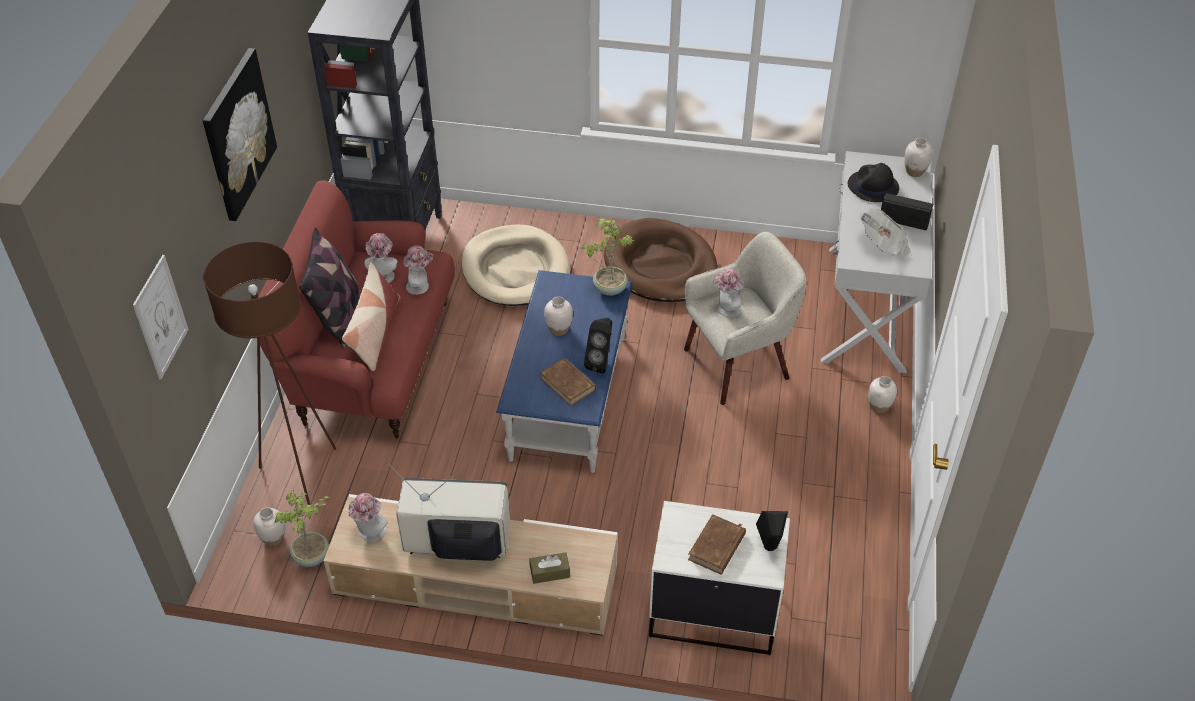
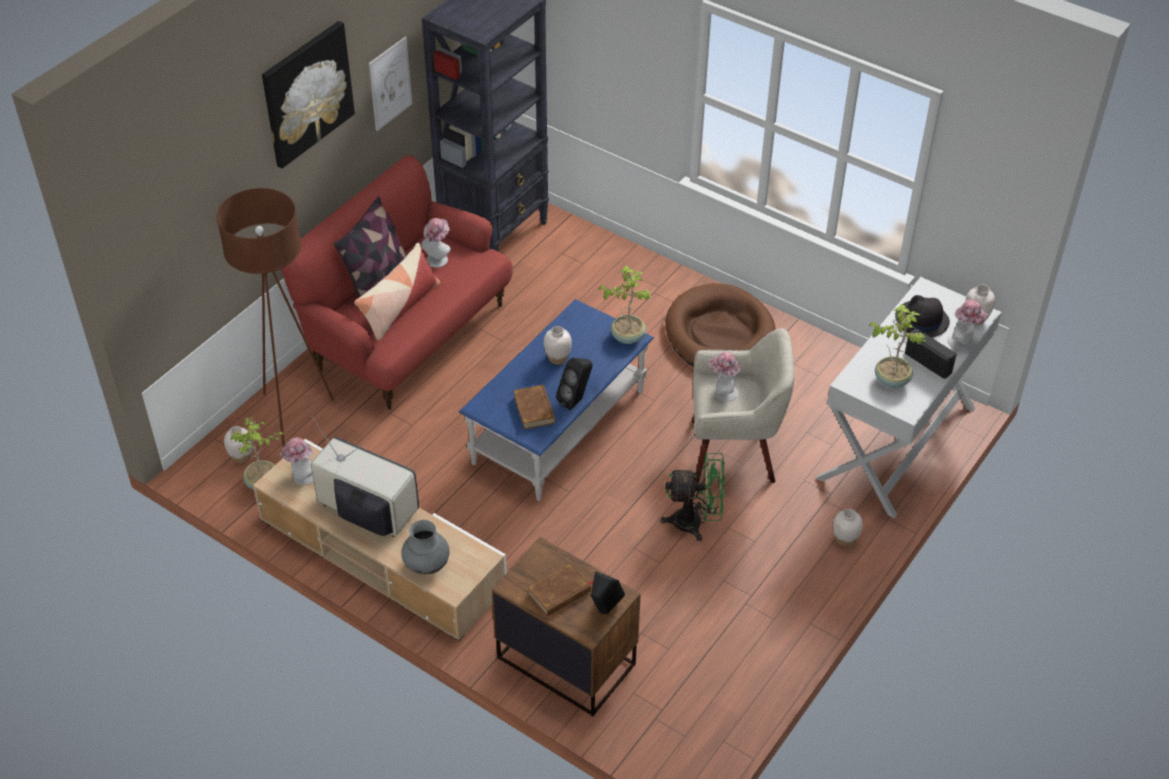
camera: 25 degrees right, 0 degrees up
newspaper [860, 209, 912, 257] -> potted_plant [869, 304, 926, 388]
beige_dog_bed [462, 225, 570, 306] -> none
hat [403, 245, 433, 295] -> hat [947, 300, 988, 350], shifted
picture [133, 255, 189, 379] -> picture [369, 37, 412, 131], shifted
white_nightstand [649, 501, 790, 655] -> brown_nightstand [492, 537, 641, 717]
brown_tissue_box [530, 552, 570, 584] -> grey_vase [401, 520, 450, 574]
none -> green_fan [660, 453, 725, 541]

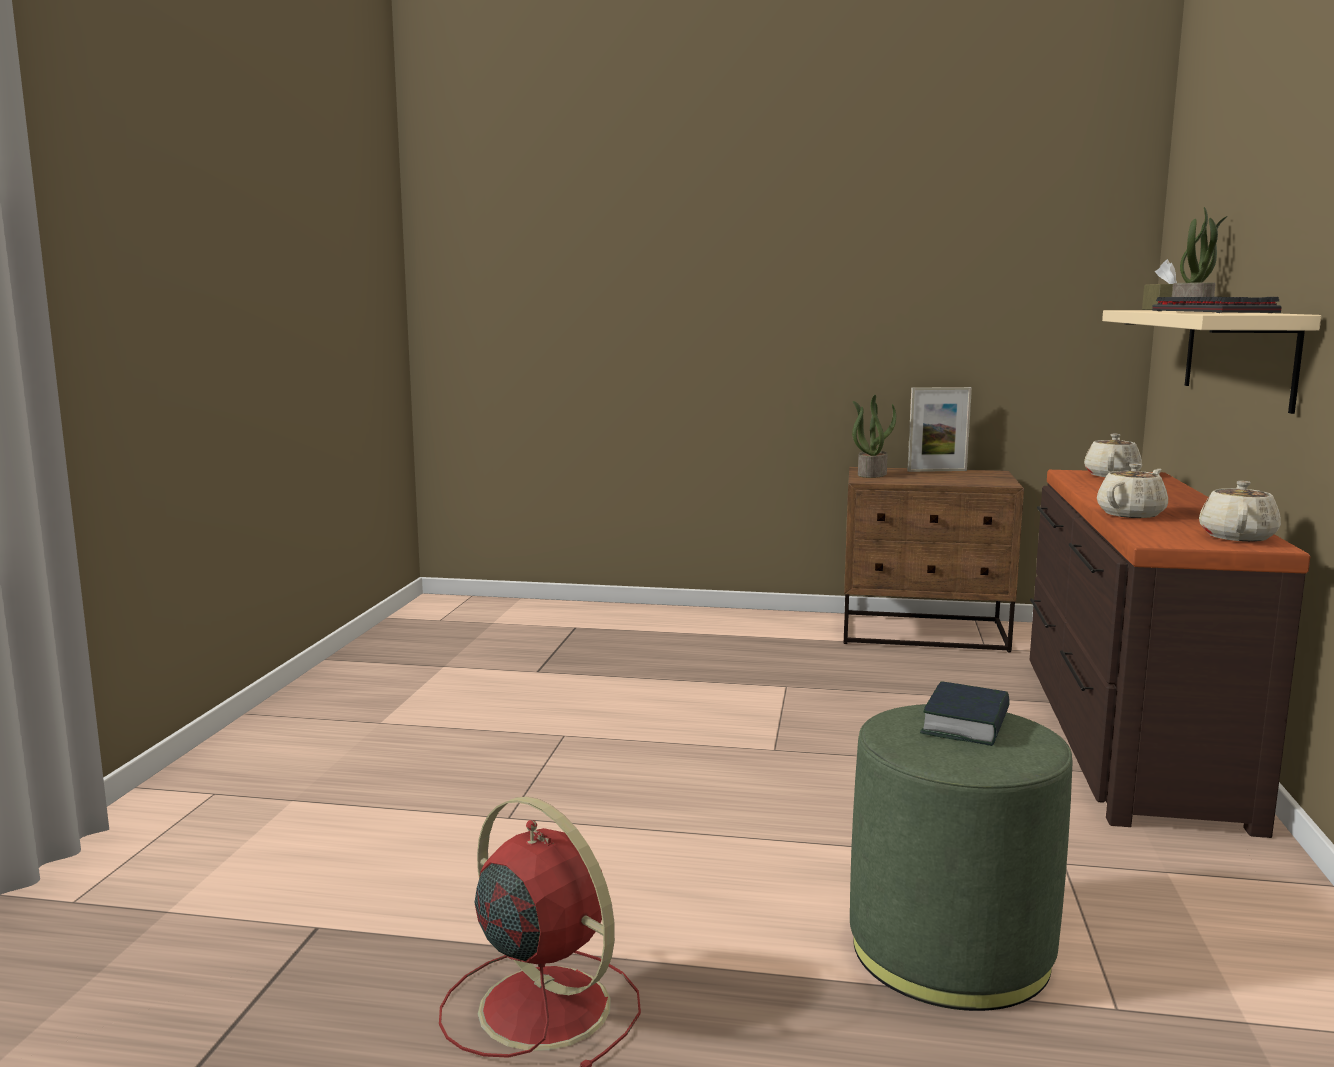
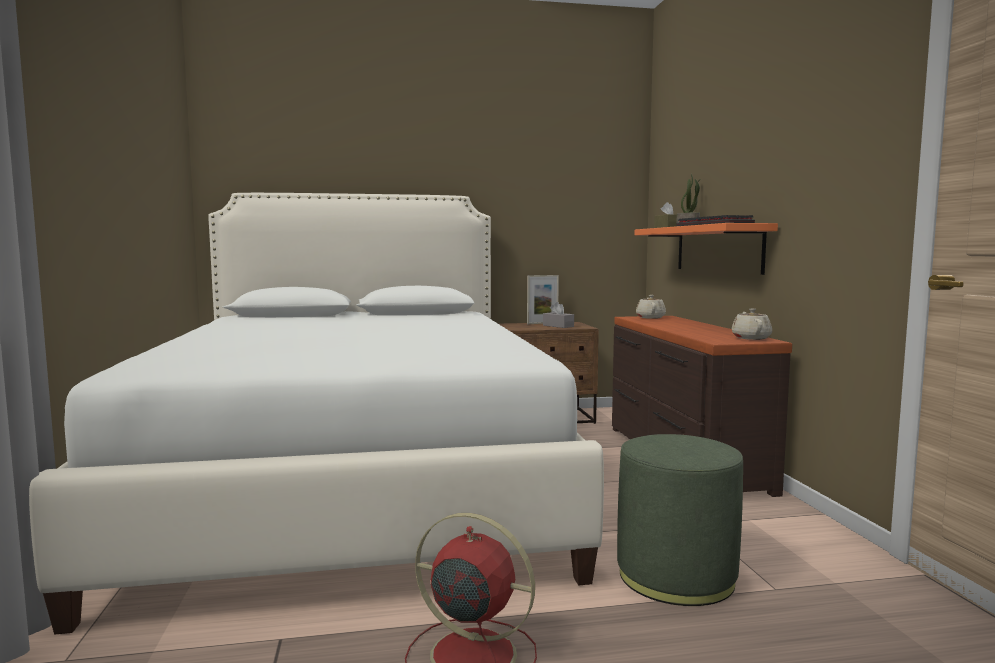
camera: 20 degrees left, 5 degrees down
beige_shelf [1102, 310, 1321, 414] -> orange_shelf [634, 223, 778, 275]
potted_plant [852, 395, 896, 478] -> none
beige_teapot [1097, 463, 1168, 518] -> none
book [920, 681, 1010, 746] -> none
none -> white_bed [29, 193, 604, 635]
none -> grey_tissue_box [543, 302, 574, 328]

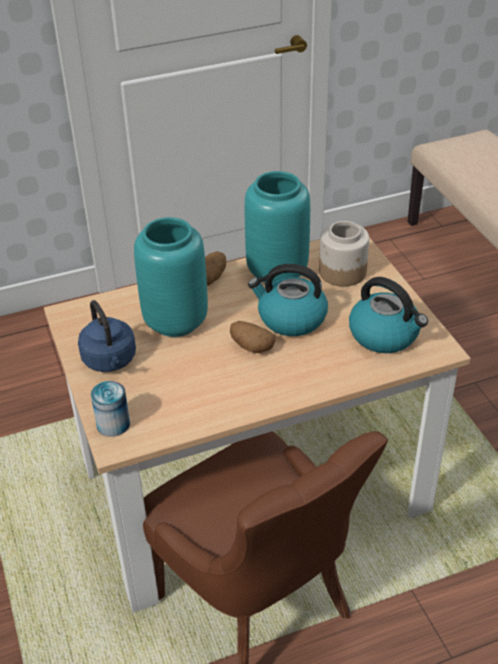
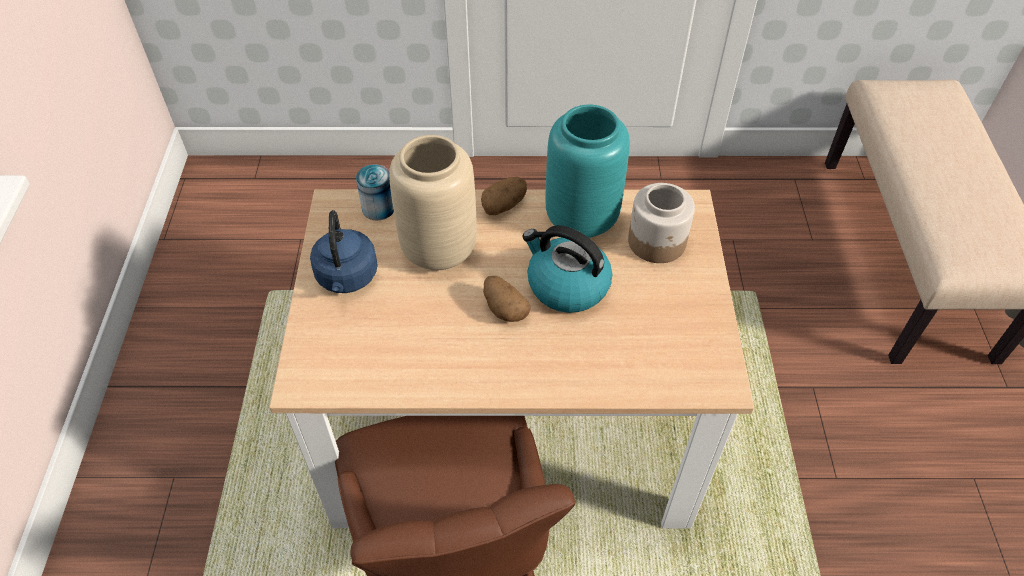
camera: 20 degrees right, 10 degrees up
turquoise_vase [134, 217, 208, 337] -> beige_vase [389, 135, 477, 270]
kettle [349, 277, 428, 353] -> none
can [91, 381, 130, 437] -> can [356, 164, 394, 220], shifted

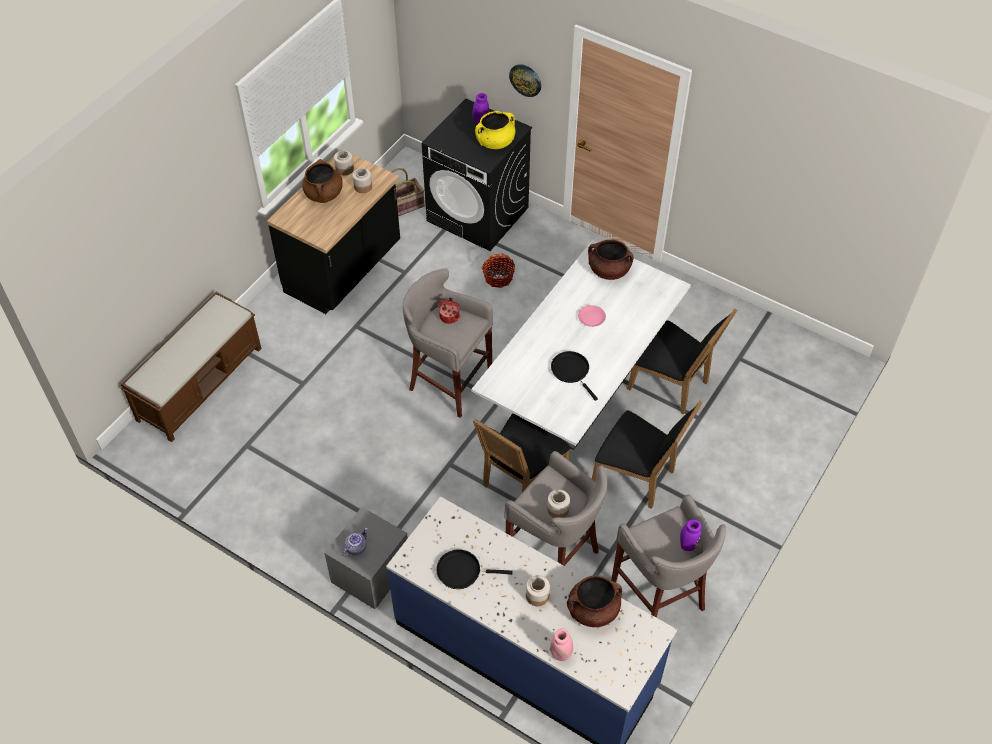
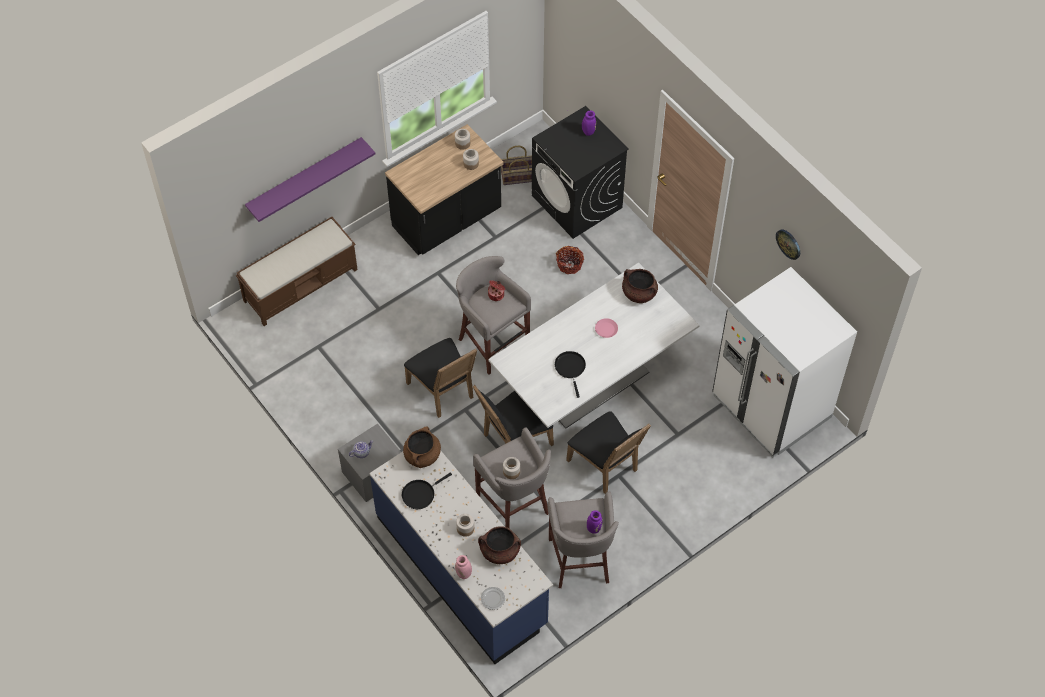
camera: 20 degrees right, 5 degrees up
wall_clock [509, 64, 541, 97] -> wall_clock [776, 229, 800, 260], shifted
yellow_cooking_pot [475, 111, 515, 149] -> none
brown_cooking_pot [302, 159, 343, 203] -> brown_cooking_pot [403, 426, 441, 468], shifted
black_chair [627, 309, 737, 414] -> black_chair [404, 338, 477, 418], shifted
black_frying_pan [436, 549, 513, 589] -> black_frying_pan [402, 472, 452, 509], 60 degrees counterclockwise
none -> purple_shelf [245, 137, 375, 222]
none -> white_fridge [712, 267, 857, 457]
none -> plate [481, 587, 505, 610]

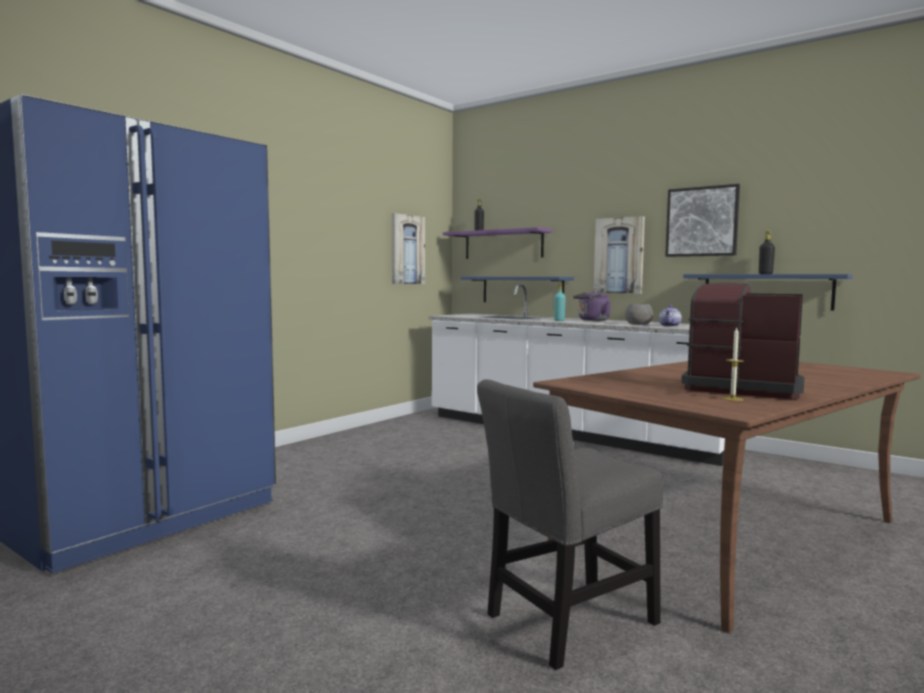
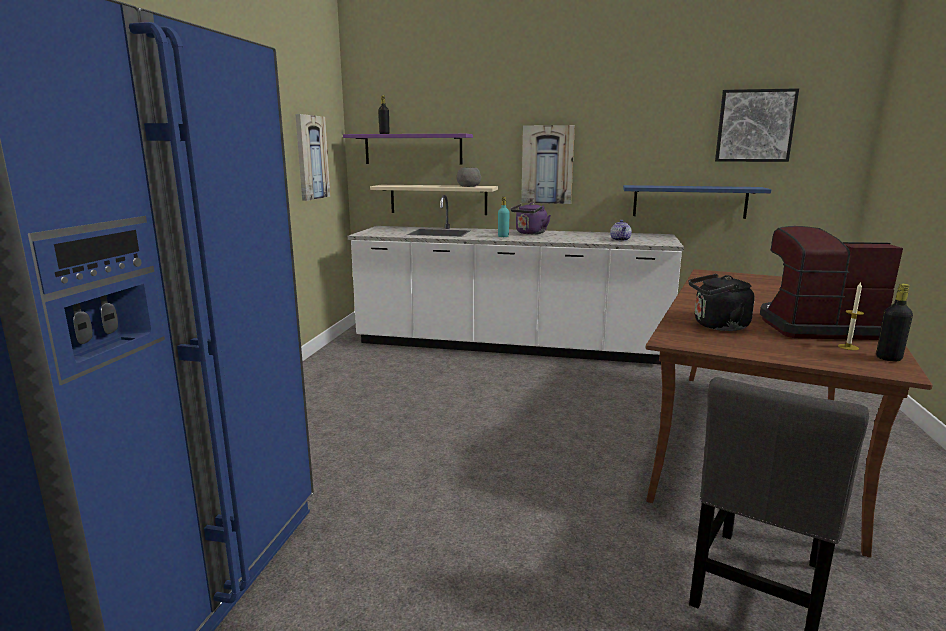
camera: 25 degrees left, 10 degrees up
picture [665, 184, 740, 257] -> picture [715, 88, 799, 162], shifted
black_bottle [759, 231, 775, 274] -> black_bottle [876, 284, 913, 361], shifted
blue_shelf [461, 277, 574, 302] -> beige_shelf [370, 185, 498, 215]
grey_bowl [625, 304, 653, 325] -> grey_bowl [457, 167, 481, 187], shifted
none -> black_kettle [689, 274, 755, 331]

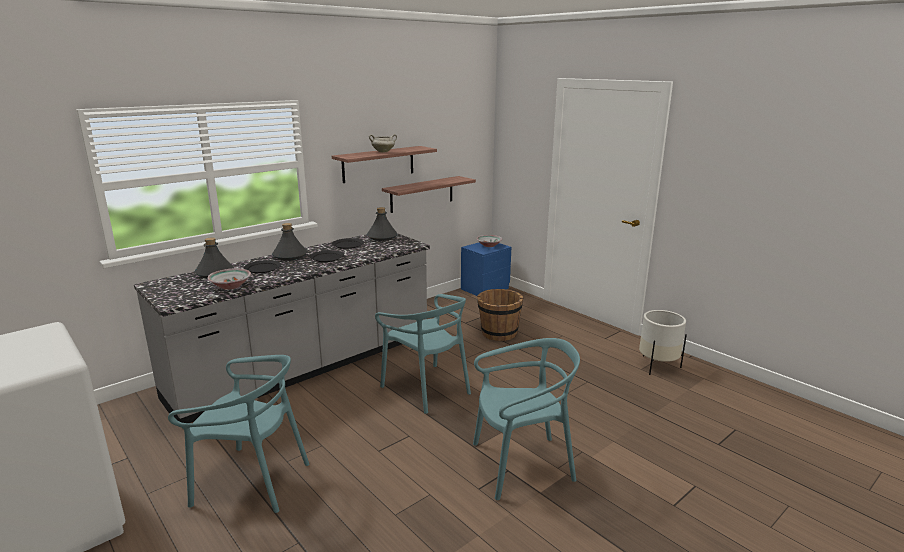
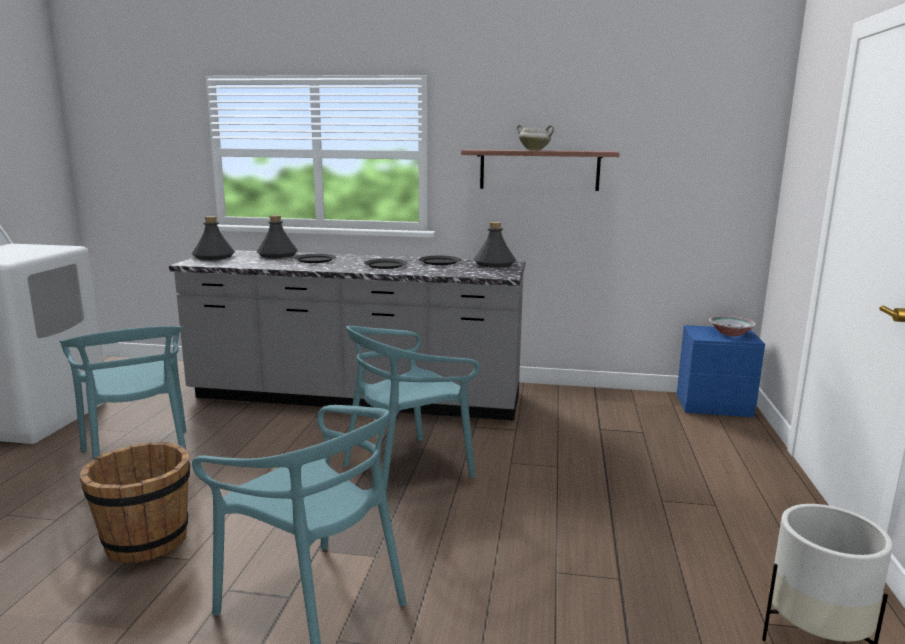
camera: 50 degrees right, 5 degrees down
shelf [382, 176, 476, 213] -> none
grey_bottle [272, 223, 307, 260] -> grey_bottle [192, 216, 235, 260], shifted
bowl [207, 268, 251, 290] -> none
brown_bucket [477, 289, 523, 341] -> brown_bucket [79, 442, 190, 563], shifted
turquoise_chair [375, 294, 471, 414] -> turquoise_chair [343, 326, 480, 491], 45 degrees clockwise

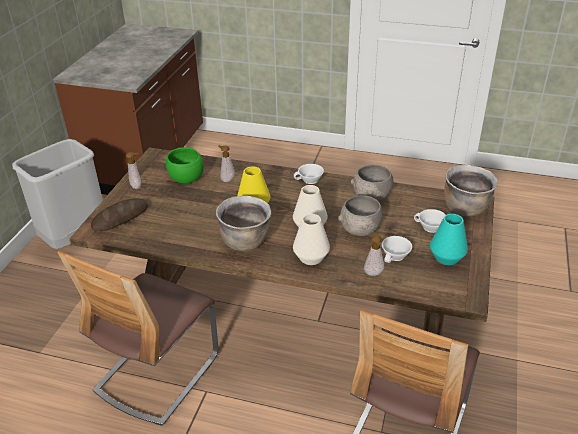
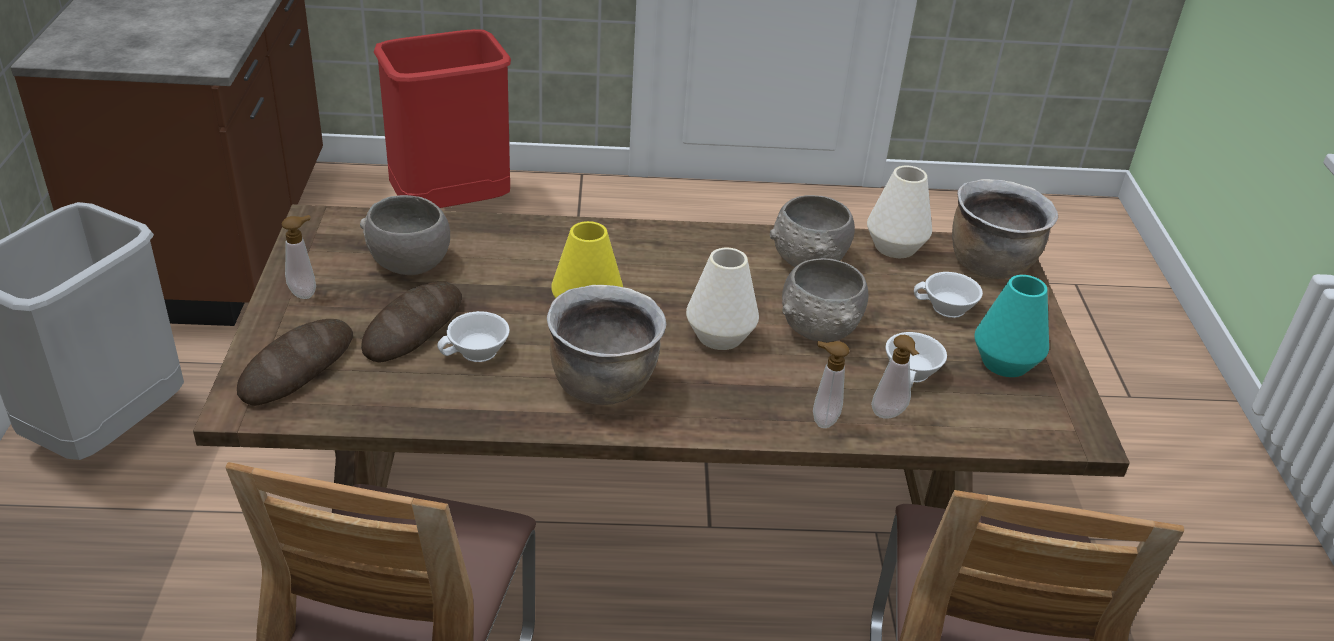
camera: 20 degrees left, 0 degrees up
soap_dispenser [218, 145, 235, 182] -> soap_dispenser [813, 341, 849, 428], shifted
green_bowl [166, 147, 204, 184] -> grey_bowl [360, 195, 450, 275]
white_cup [294, 164, 324, 184] -> white_cup [437, 311, 510, 362], shifted
white_vase [293, 214, 330, 265] -> white_vase [867, 166, 932, 258], shifted
none -> red_trash_can [374, 29, 511, 208]
none -> bread [361, 281, 462, 363]

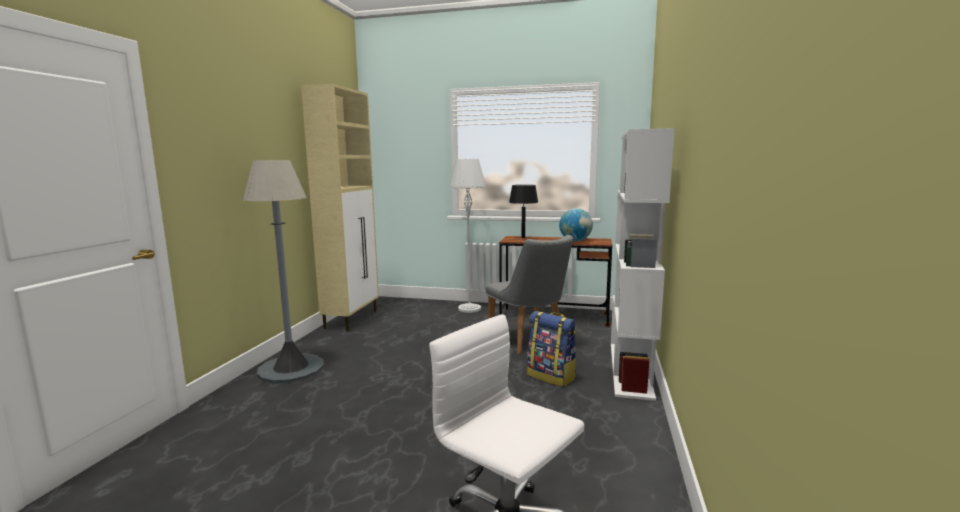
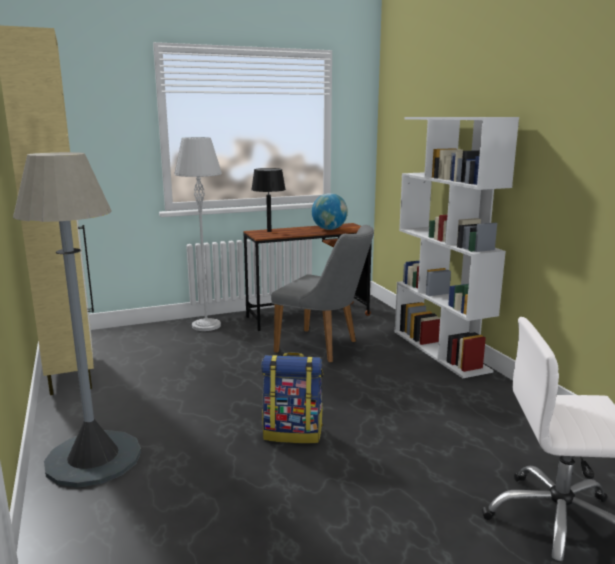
camera: 35 degrees left, 5 degrees up
backpack [527, 311, 577, 387] -> backpack [261, 352, 323, 443], shifted

